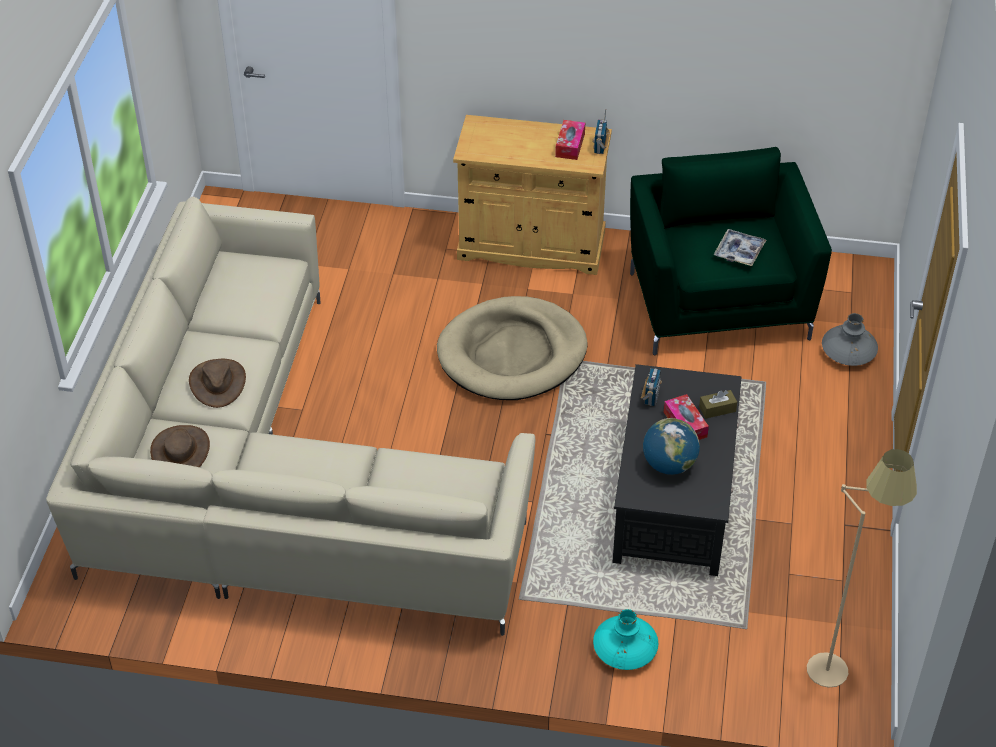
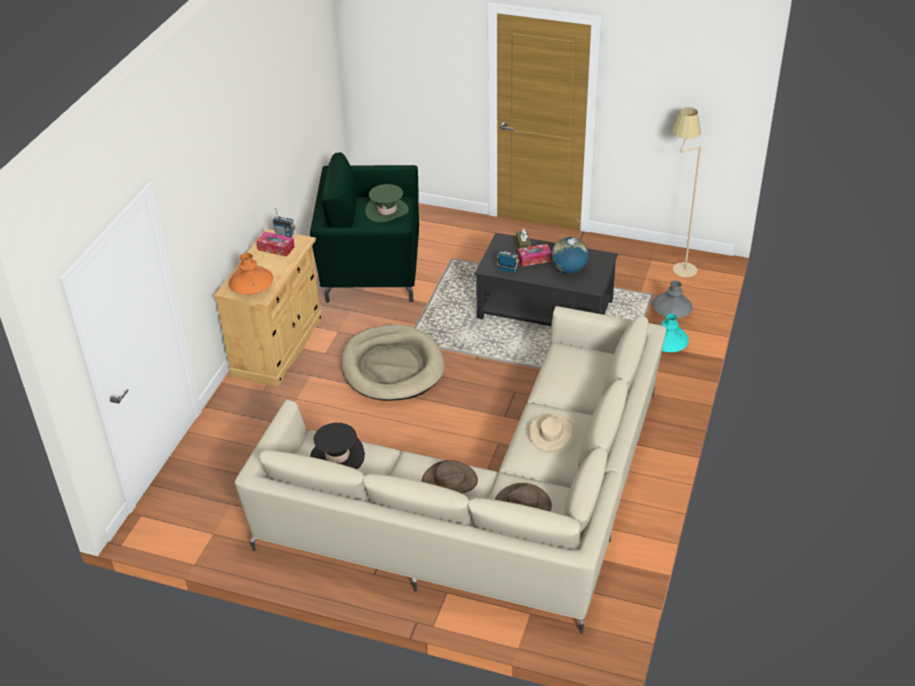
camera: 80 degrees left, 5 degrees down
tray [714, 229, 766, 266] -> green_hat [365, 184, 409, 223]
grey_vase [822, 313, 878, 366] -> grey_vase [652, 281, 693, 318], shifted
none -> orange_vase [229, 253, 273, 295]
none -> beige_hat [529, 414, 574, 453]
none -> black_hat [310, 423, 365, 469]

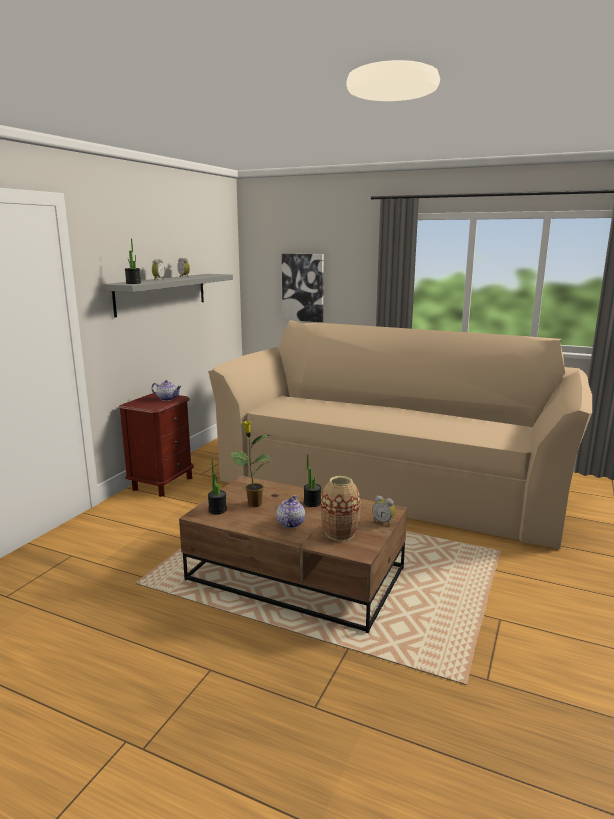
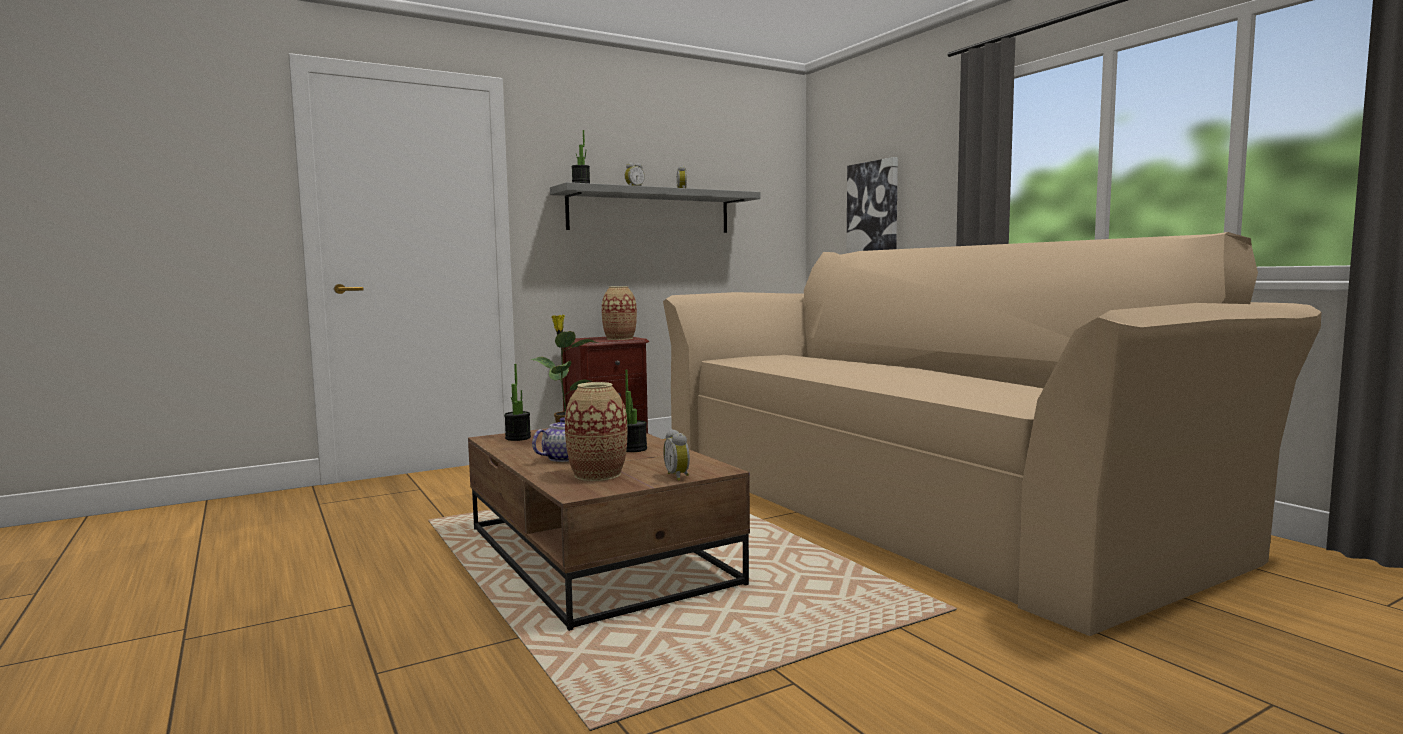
camera: 35 degrees right, 10 degrees down
teapot [152, 380, 182, 401] -> vase [602, 286, 637, 340]

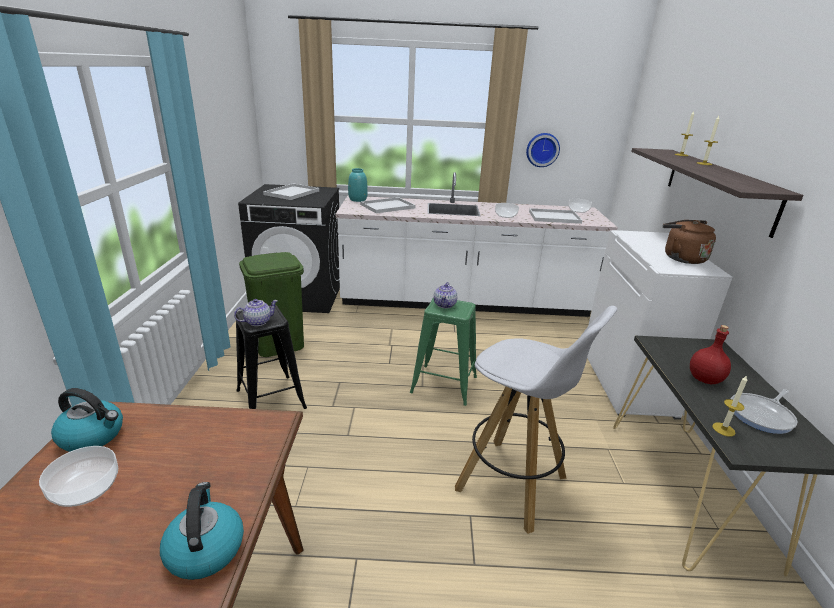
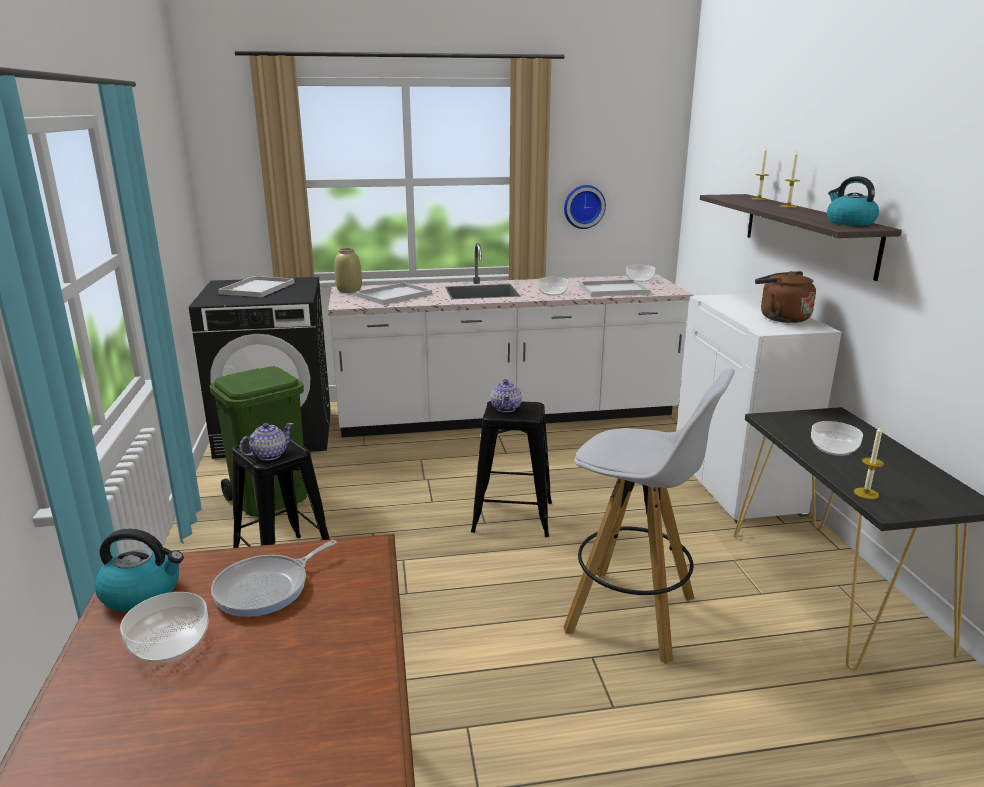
camera: 10 degrees left, 5 degrees down
turquoise_vase [348, 168, 368, 202] -> beige_vase [334, 248, 362, 293]
green_stool [410, 298, 477, 406] -> black_stool [471, 401, 552, 537]
red_bottle [690, 325, 731, 384] -> bowl [811, 421, 863, 456]
frying_pan [731, 389, 797, 434] -> frying_pan [211, 540, 337, 617], shifted
kettle [160, 482, 244, 580] -> kettle [827, 176, 879, 226], shifted

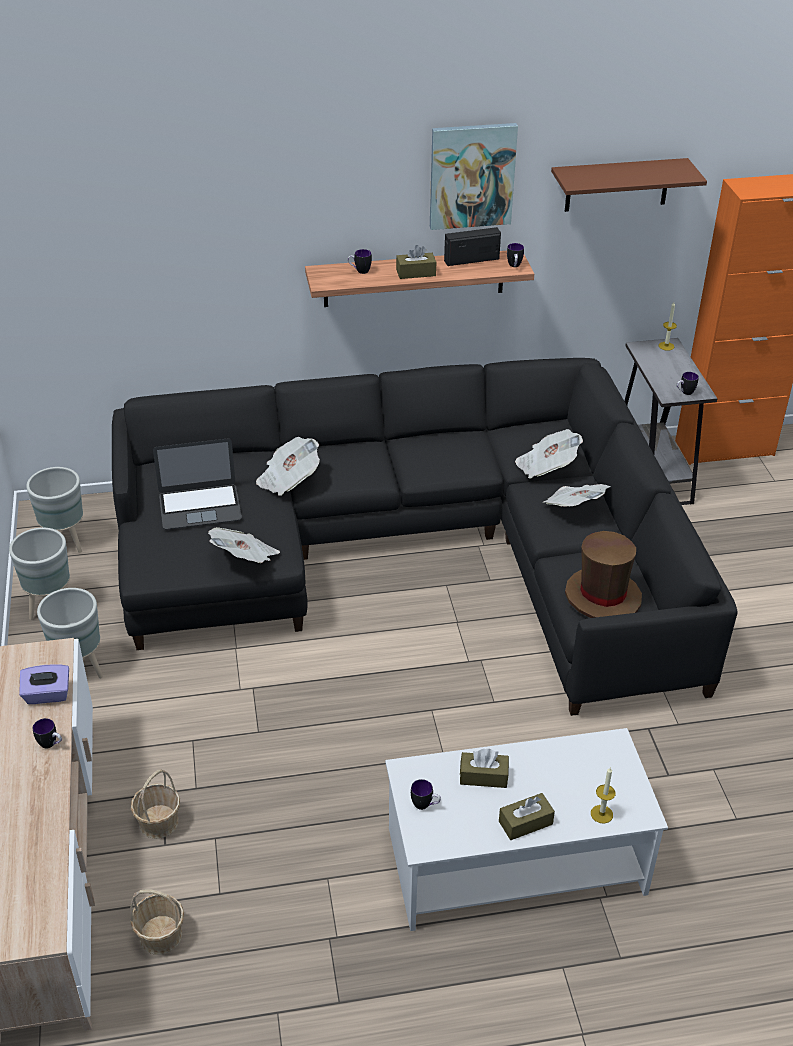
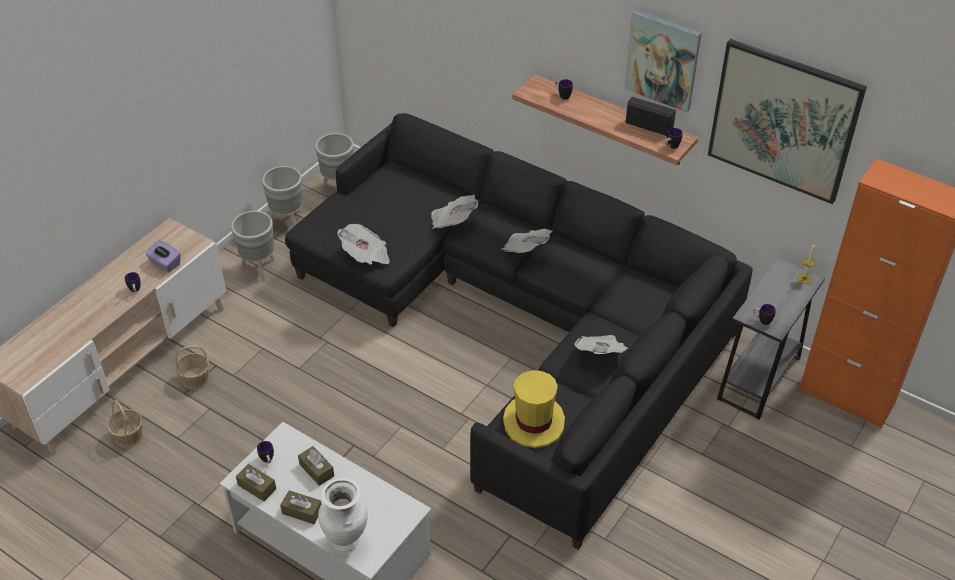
camera: 45 degrees right, 5 degrees up
brown_shelf [551, 158, 707, 212] -> picture [708, 39, 867, 204]
brown_tissue_box [396, 245, 436, 279] -> brown_tissue_box [236, 464, 276, 501], shifted
newspaper [515, 429, 583, 478] -> newspaper [501, 229, 552, 253], shifted
laptop [153, 439, 242, 529] -> none
brown_hat [565, 531, 642, 618] -> yellow_hat [503, 370, 565, 448]
candle [591, 767, 616, 824] -> white_vase [318, 478, 368, 552]

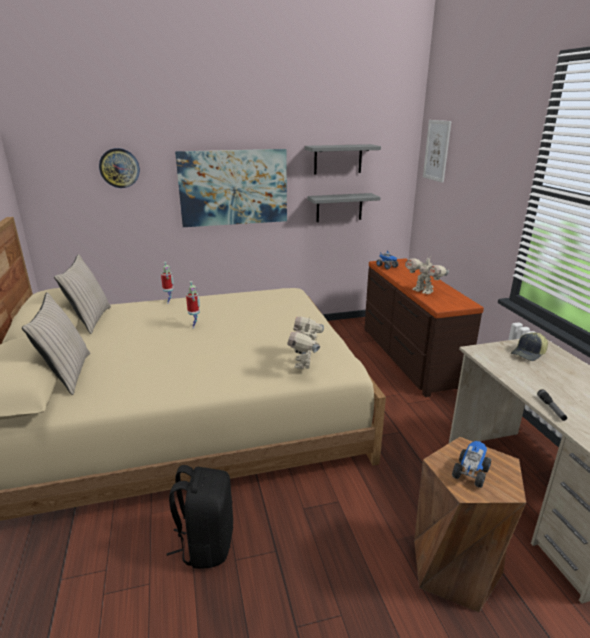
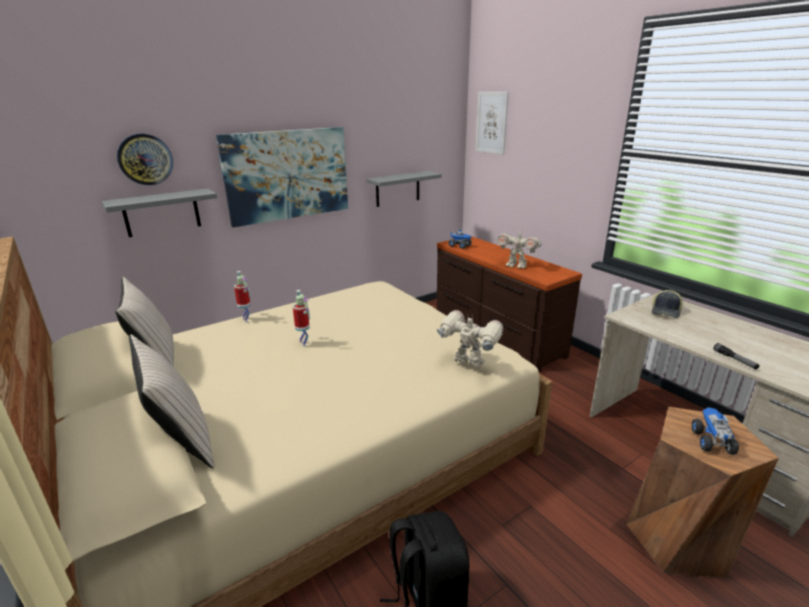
camera: 20 degrees left, 0 degrees up
grey_shelf [305, 144, 381, 175] -> grey_shelf [102, 189, 217, 237], shifted
toy_robot [287, 317, 324, 369] -> toy_robot [437, 310, 503, 367], 135 degrees clockwise

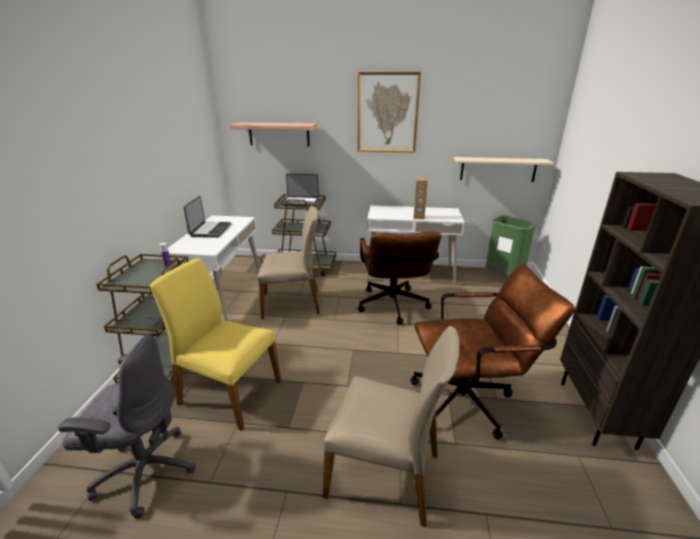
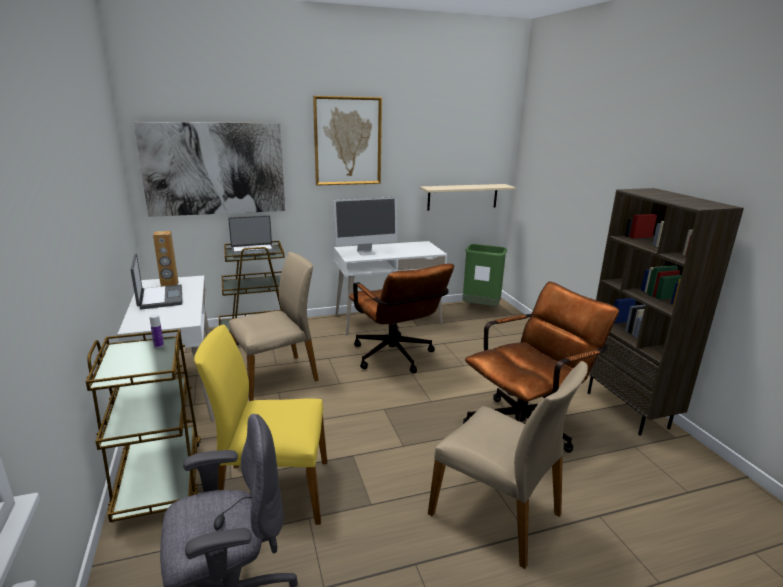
camera: 25 degrees left, 5 degrees down
shelf [230, 122, 317, 146] -> picture [134, 122, 285, 217]
brown_speaker [414, 178, 428, 220] -> brown_speaker [153, 231, 178, 286], shifted
beige_chair [323, 326, 460, 527] -> beige_chair [428, 361, 588, 569], 45 degrees clockwise
none -> monitor [334, 197, 397, 255]

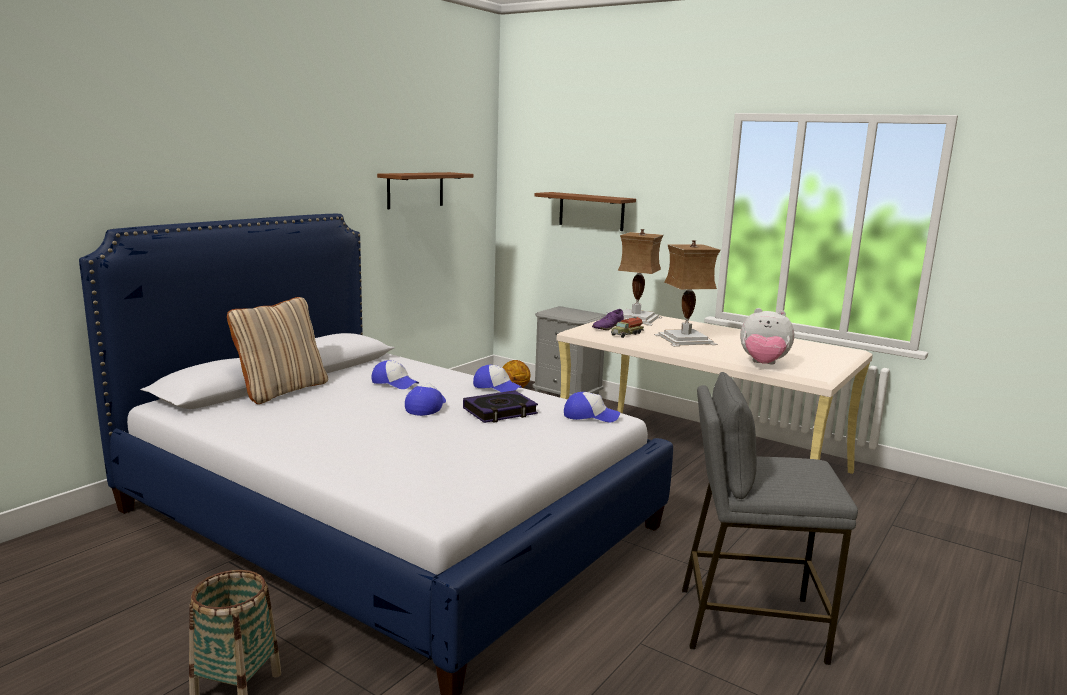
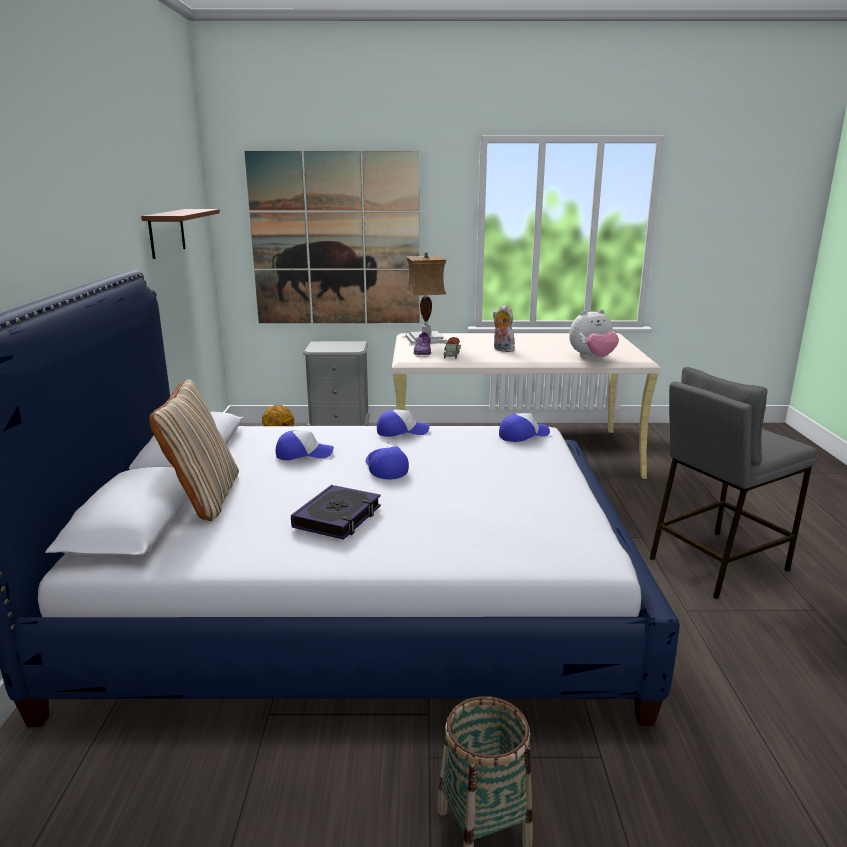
camera: 35 degrees left, 5 degrees up
brown_shelf [534, 192, 636, 231] -> picture [244, 151, 419, 323]
table_lamp [654, 240, 720, 347] -> plush_toy [493, 305, 515, 352]
book [463, 390, 538, 423] -> book [291, 485, 381, 540], shifted

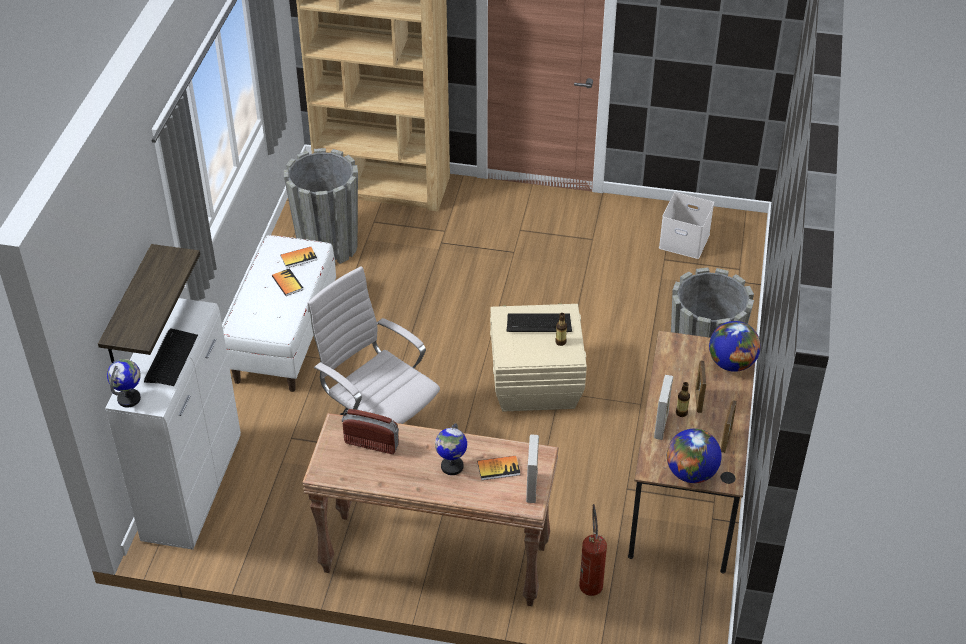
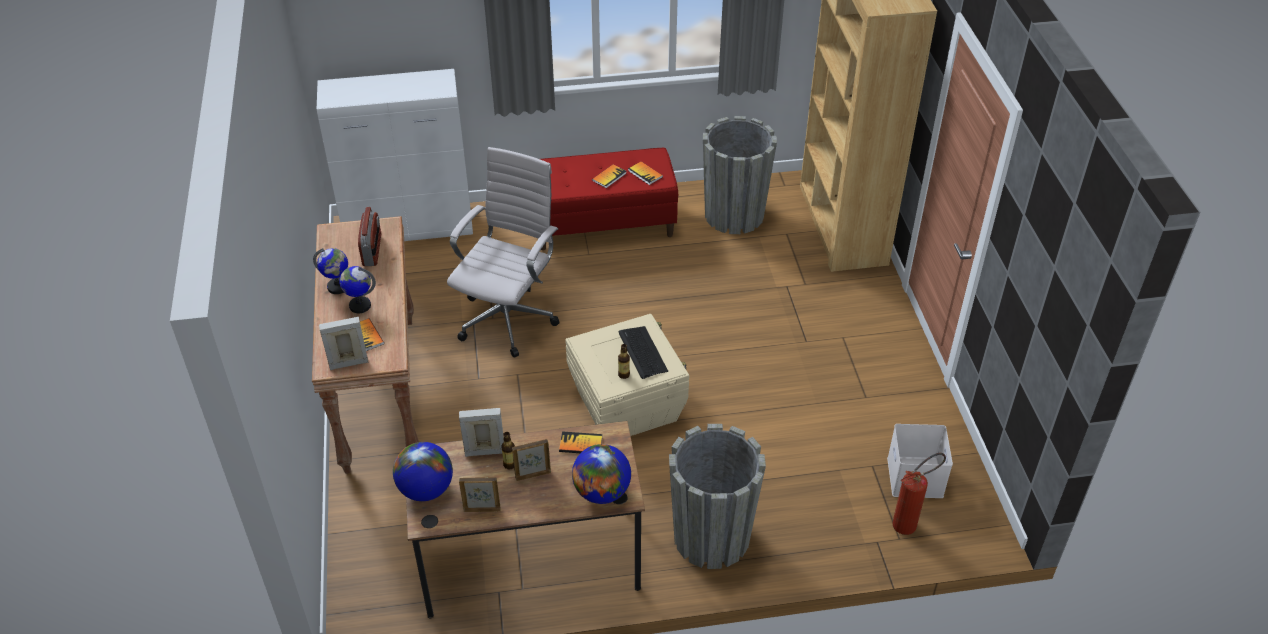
camera: 70 degrees right, 0 degrees up
white_bench [223, 235, 336, 392] -> red_bench [540, 148, 678, 250]
shelf [98, 244, 200, 363] -> none
keyboard [144, 329, 198, 386] -> none
globe [107, 359, 141, 407] -> globe [313, 248, 348, 294], shifted
fire_extinguisher [579, 504, 607, 596] -> fire_extinguisher [892, 453, 946, 535], shifted
none -> book [559, 431, 602, 453]

